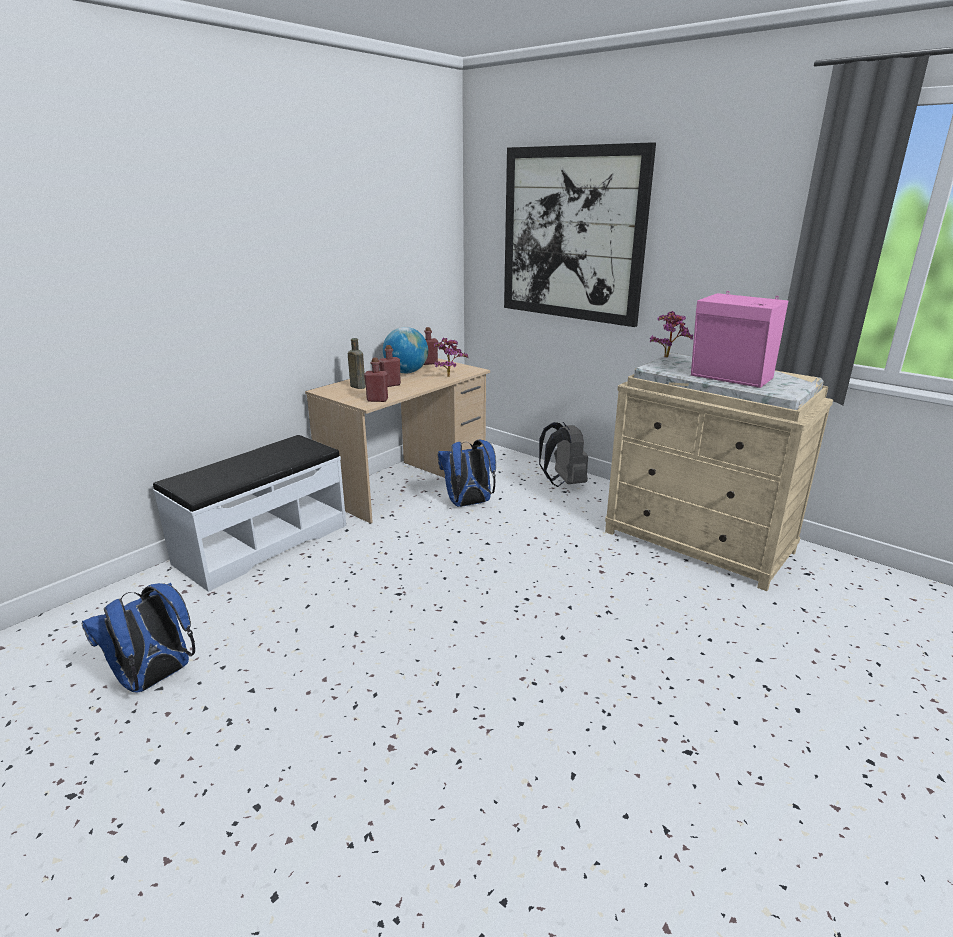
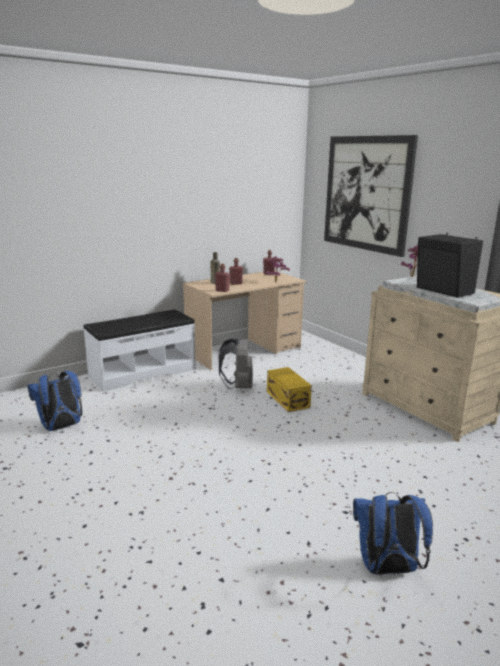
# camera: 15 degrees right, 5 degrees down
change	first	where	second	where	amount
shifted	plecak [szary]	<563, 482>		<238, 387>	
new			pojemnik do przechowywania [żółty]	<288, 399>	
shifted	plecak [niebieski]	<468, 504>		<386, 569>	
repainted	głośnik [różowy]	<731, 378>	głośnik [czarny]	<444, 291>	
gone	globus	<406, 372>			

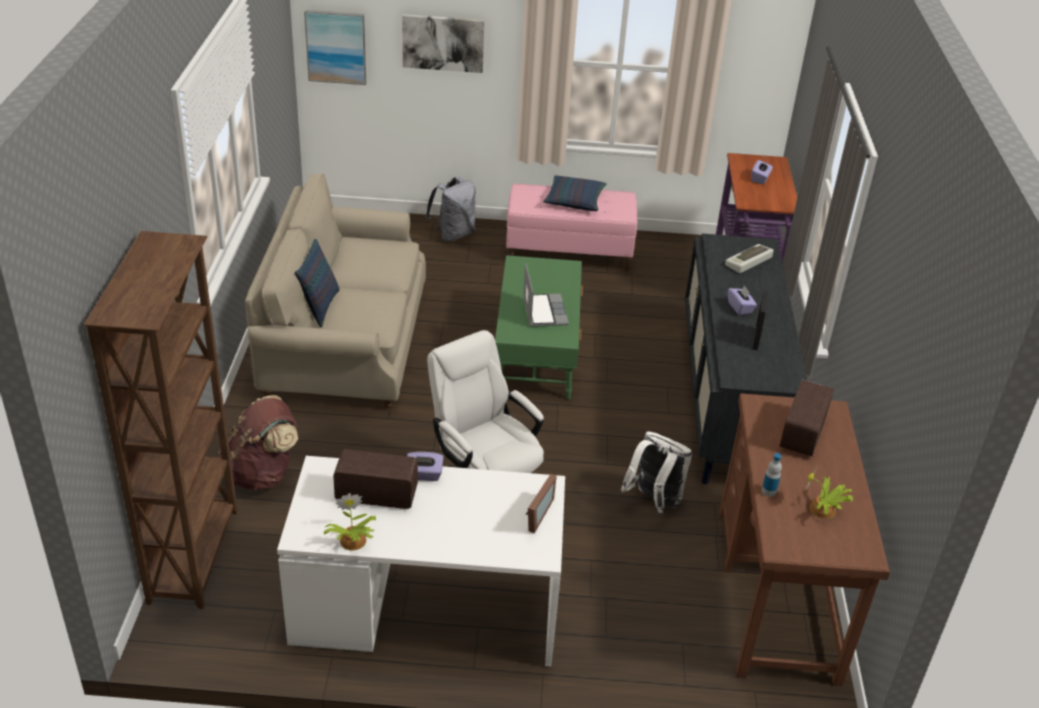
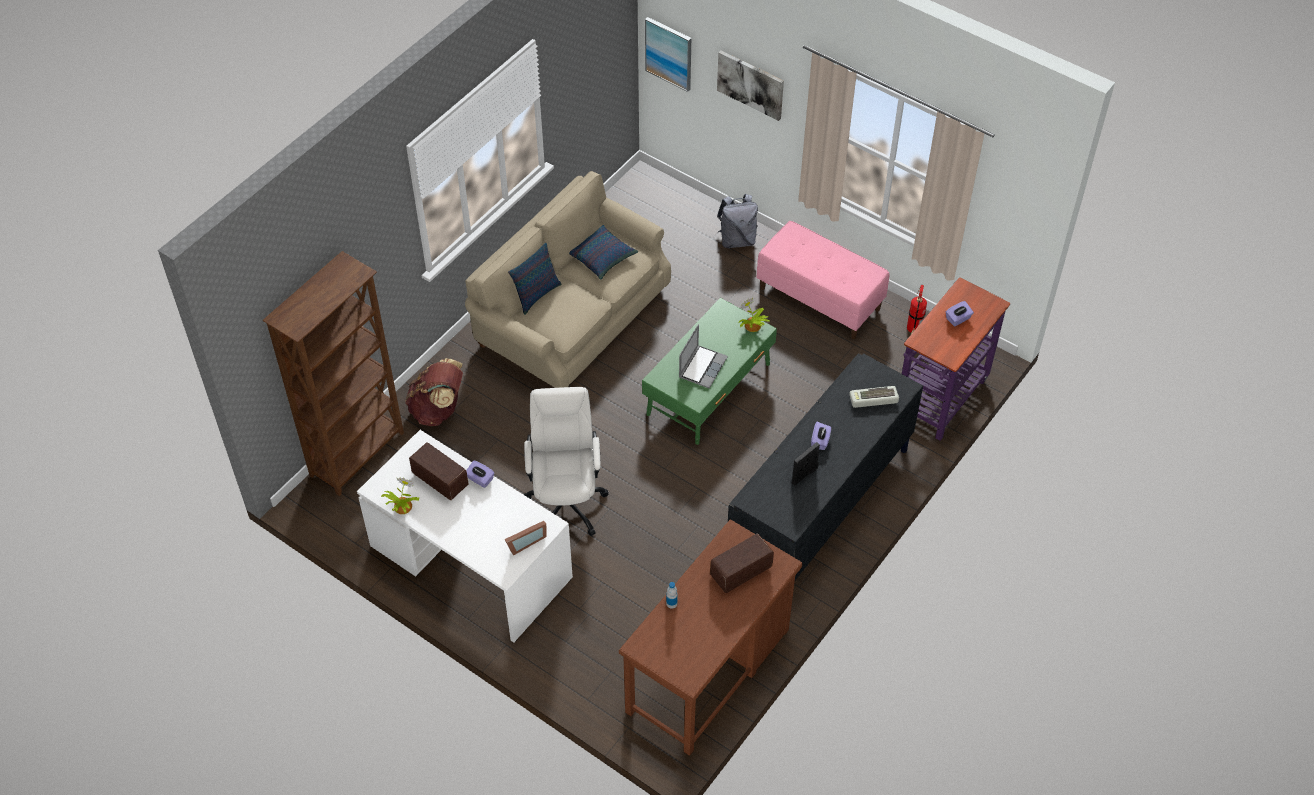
# camera: 35 degrees right, 15 degrees up
change	first	where	second	where	amount
shifted	poduszka [niebieski]	<574, 200>		<602, 257>	
shifted	roślina doniczkowa	<823, 510>		<752, 326>	
new			gaśnica	<913, 331>	
gone	plecak [biały]	<654, 501>			

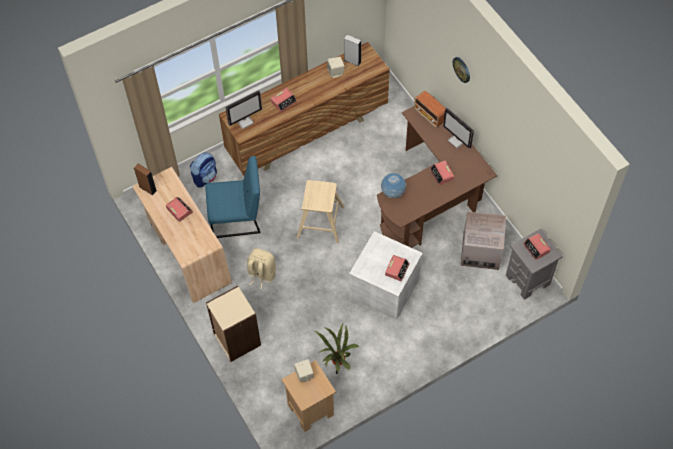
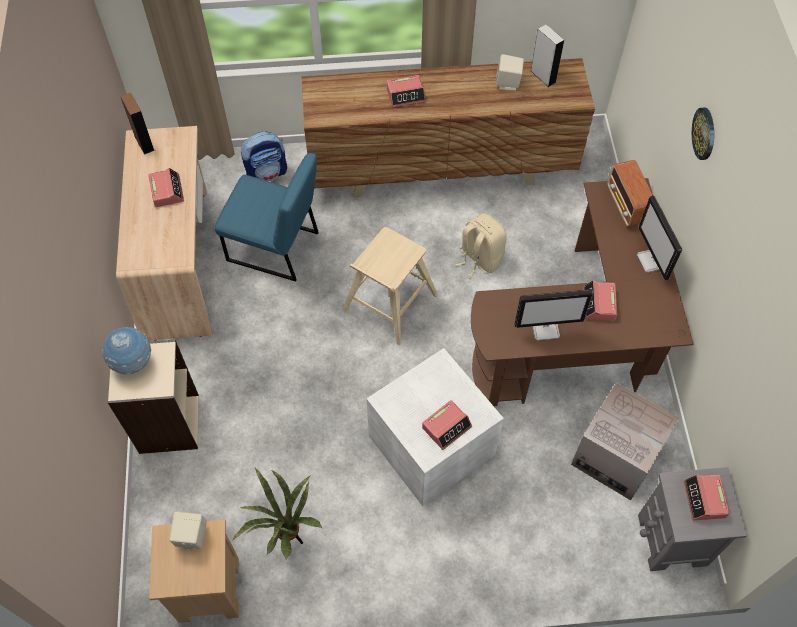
# camera: 25 degrees right, 0 degrees up
change	first	where	second	where	amount
shifted	globus	<393, 193>		<133, 362>	
shifted	plecak [beżowy]	<261, 274>		<479, 259>	
shifted	monitor	<245, 121>		<546, 328>	

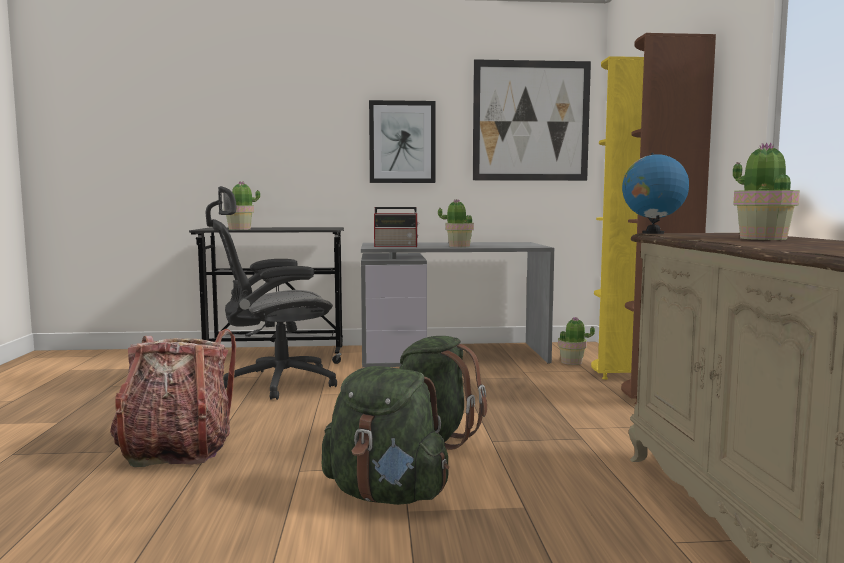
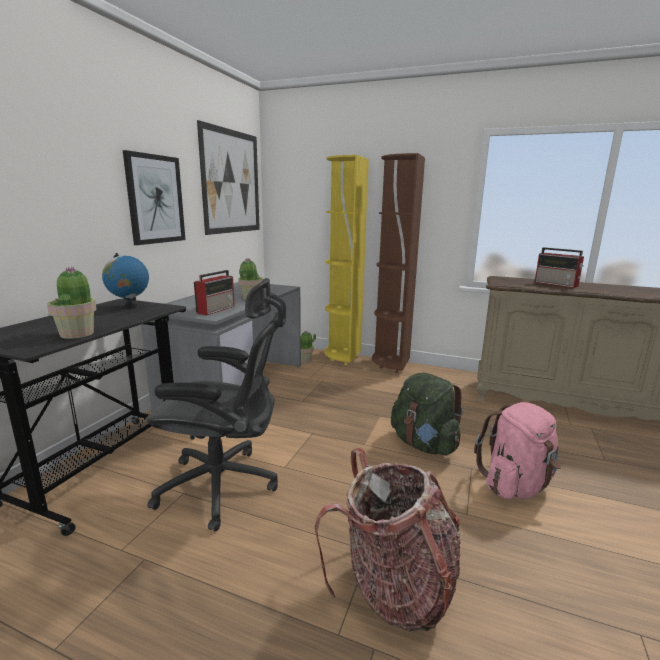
# camera: 65 degrees left, 10 degrees up
change	first	where	second	where	amount
shifted	globus	<652, 233>		<129, 307>	
rotated	krzesło biurowe	<275, 384>		<223, 486>	90 degrees counterclockwise
repainted	plecak [zielony]	<386, 495>	plecak [różowy]	<515, 485>	
swapped	roślina doniczkowa	<763, 238>	radio	<557, 284>	

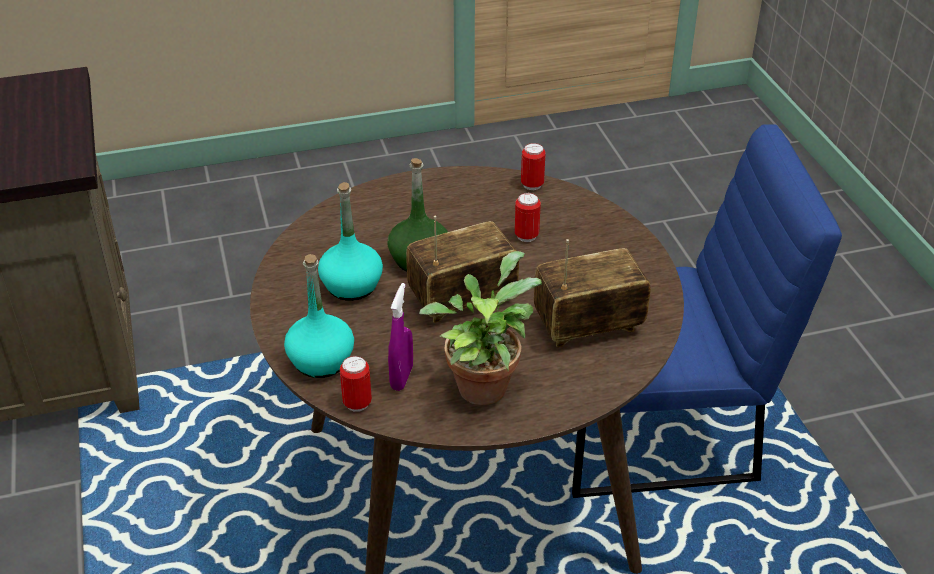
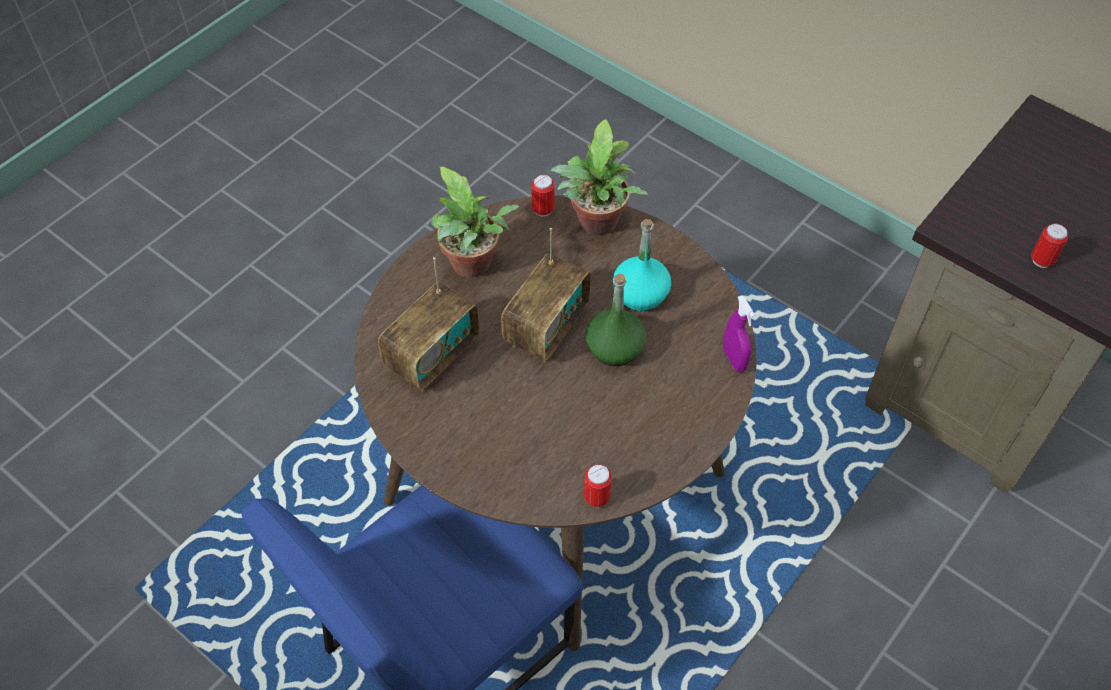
# camera: 145 degrees right, 15 degrees up
change	first	where	second	where	amount
swapped	butelka [turkusowy]	<321, 361>	roślina doniczkowa	<596, 225>	
shifted	spryskiwacz [fioletowy]	<401, 377>		<734, 360>	
shifted	puszka	<526, 236>		<1041, 260>	

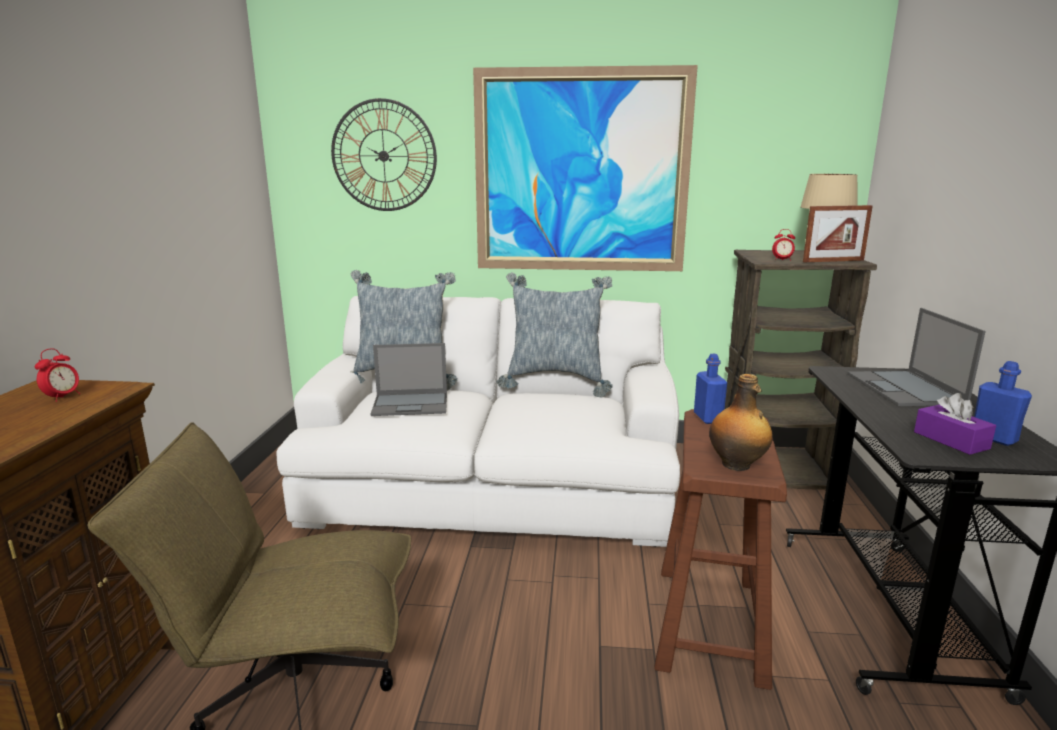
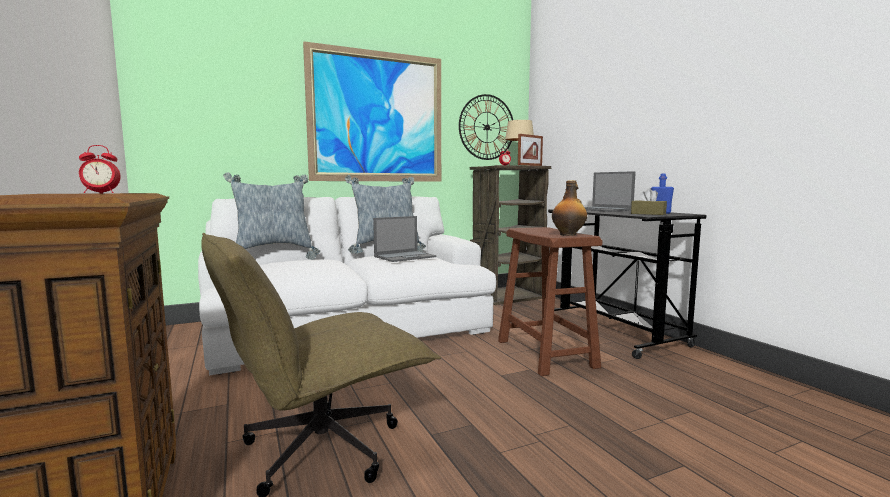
# camera: 30 degrees left, 10 degrees down
change	first	where	second	where	amount
rotated	budzik	<63, 397>		<101, 193>	75 degrees clockwise
shifted	laptop	<411, 404>		<405, 256>	
shifted	zegar ścienny	<383, 156>		<487, 127>	
repainted	pudełko chusteczek [fioletowy]	<951, 440>	pudełko chusteczek [brązowy]	<648, 214>	
gone	butelka [niebieski]	<708, 418>			

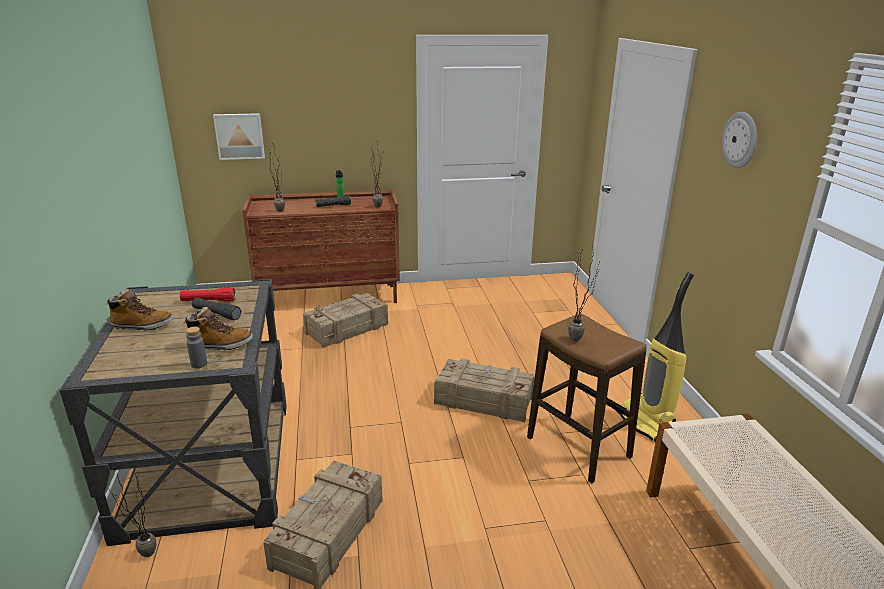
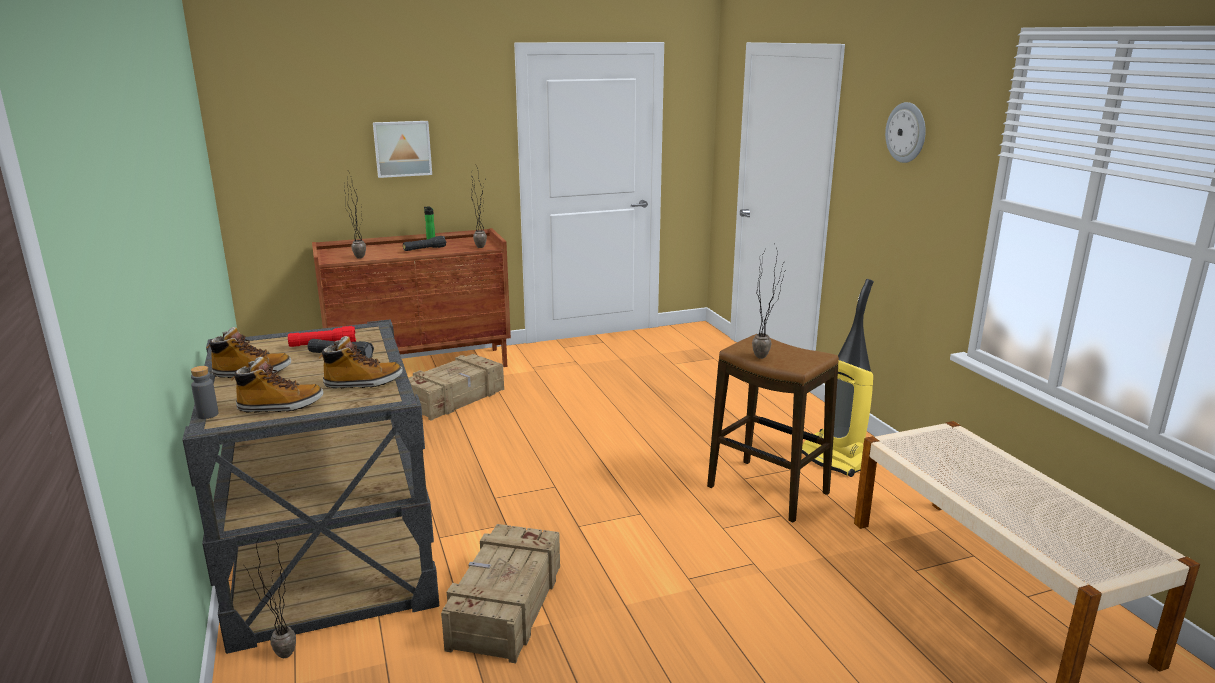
# camera: 10 degrees left, 5 degrees down
change	first	where	second	where	amount
shifted	butelka [szary]	<199, 364>		<208, 415>	
new			but z cholewką	<280, 406>	
shifted	obraz	<239, 136>		<402, 148>	
gone	skrzynka	<483, 400>			

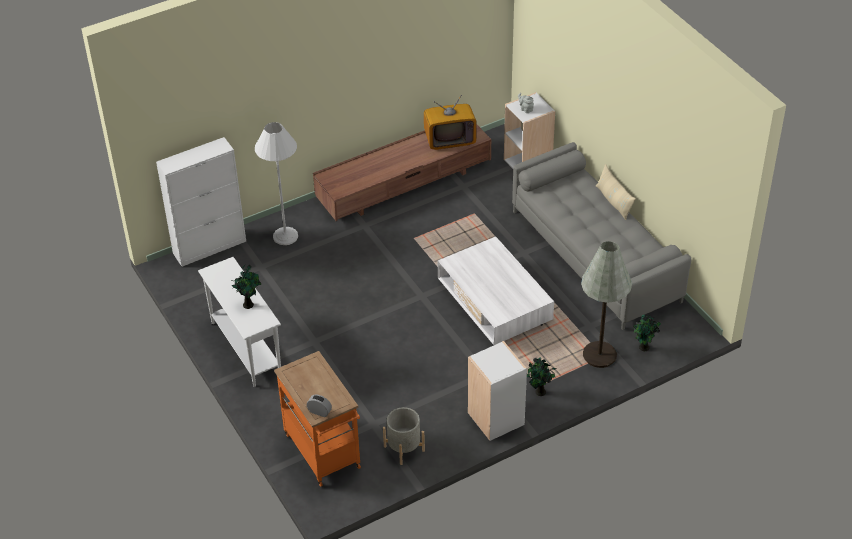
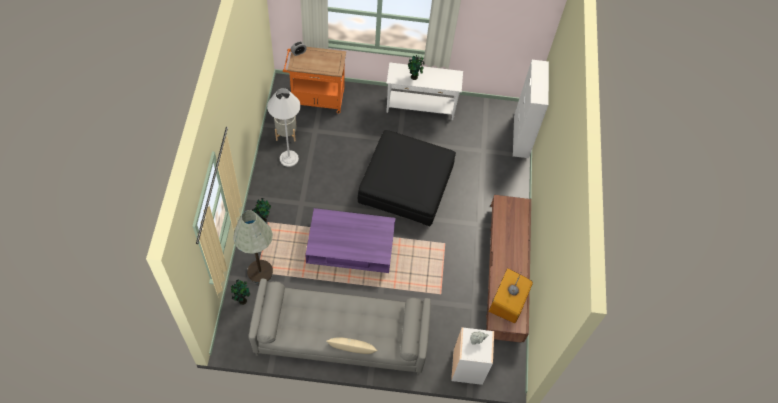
# camera: 120 degrees right, 15 degrees up
change	first	where	second	where	amount
shifted	lampa stojąca [biały]	<285, 236>		<289, 158>	
repainted	ława [biały]	<494, 303>	ława [fioletowy]	<350, 247>	
new			pufa [czarny]	<406, 184>	
gone	regał	<495, 419>			

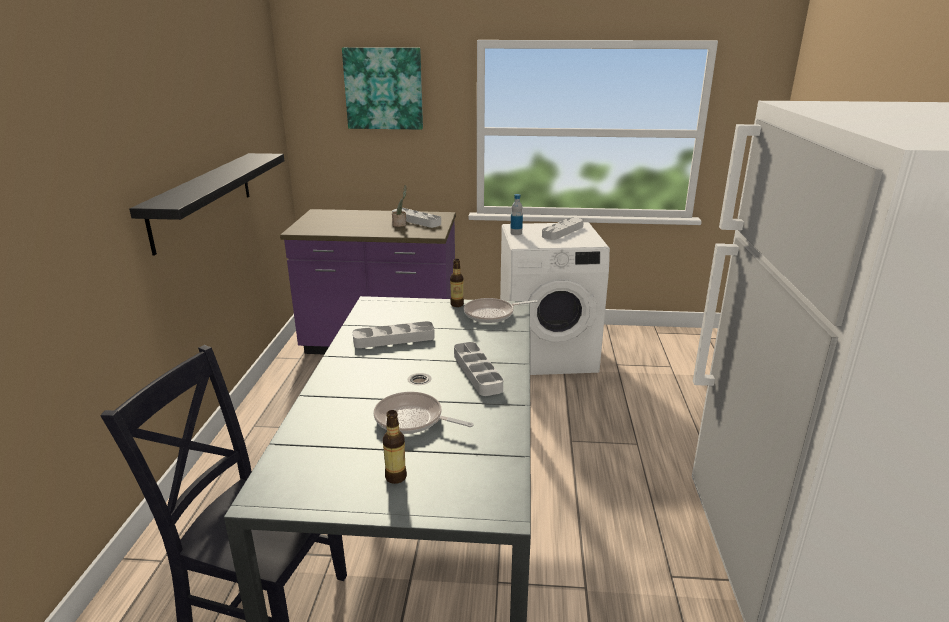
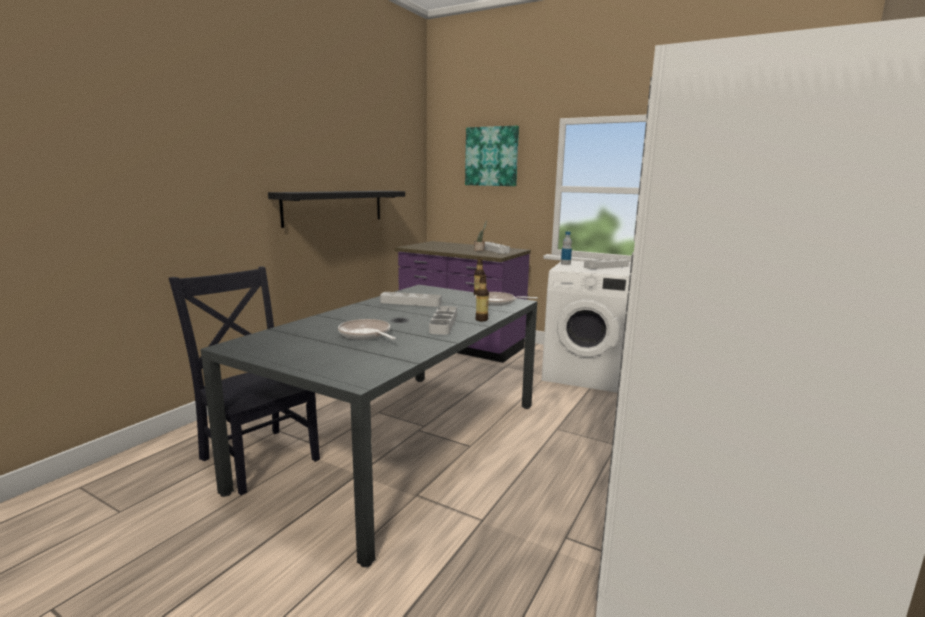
# camera: 25 degrees right, 10 degrees down
change	first	where	second	where	amount
shifted	butelka	<396, 477>		<481, 319>	

